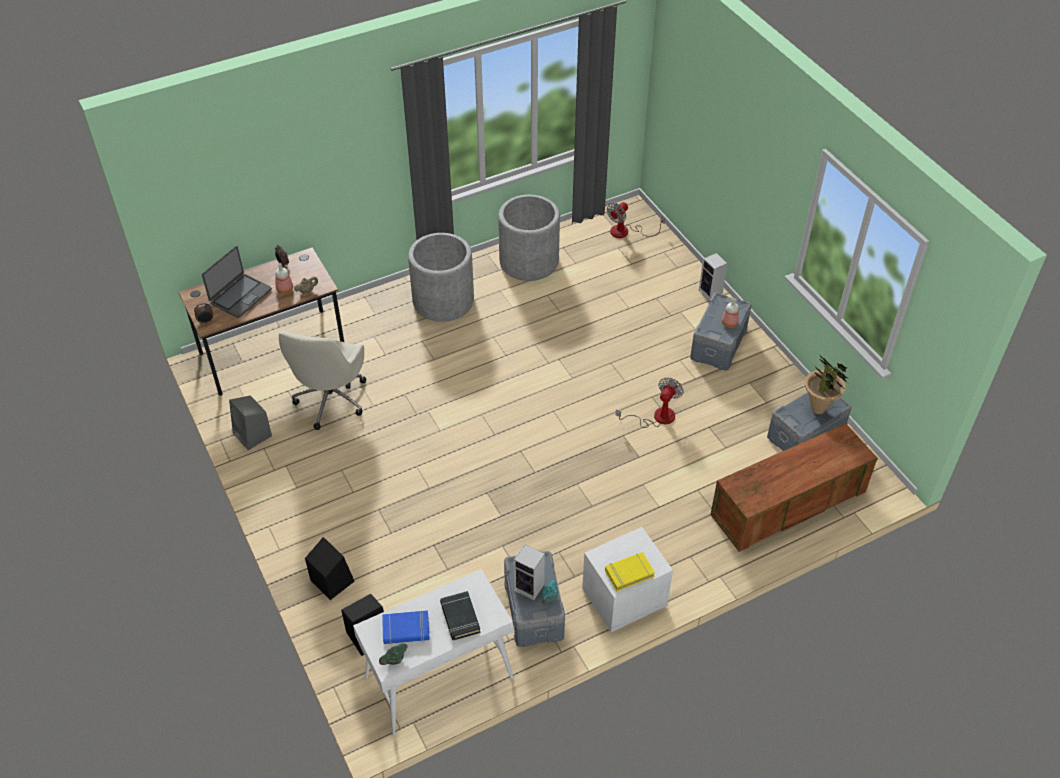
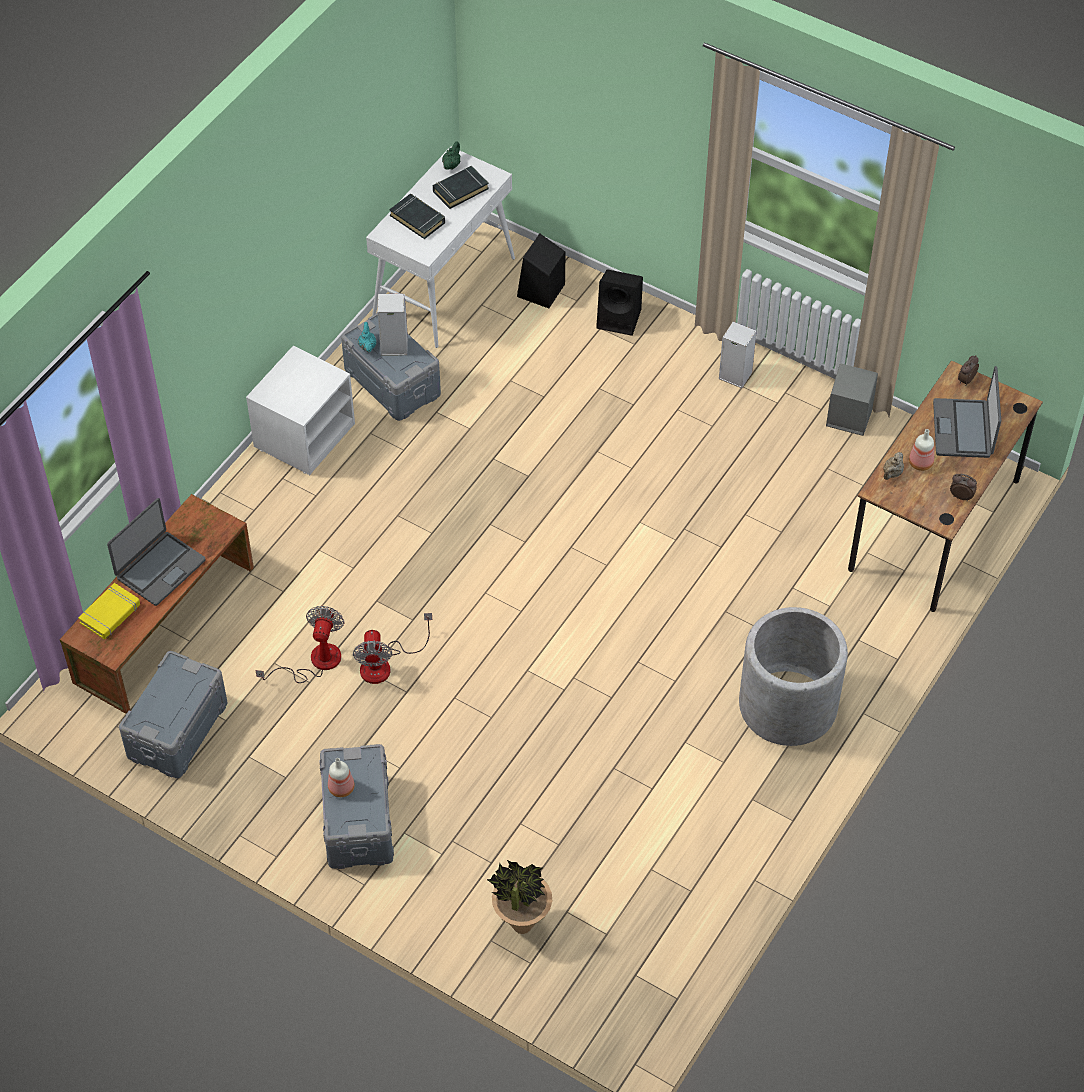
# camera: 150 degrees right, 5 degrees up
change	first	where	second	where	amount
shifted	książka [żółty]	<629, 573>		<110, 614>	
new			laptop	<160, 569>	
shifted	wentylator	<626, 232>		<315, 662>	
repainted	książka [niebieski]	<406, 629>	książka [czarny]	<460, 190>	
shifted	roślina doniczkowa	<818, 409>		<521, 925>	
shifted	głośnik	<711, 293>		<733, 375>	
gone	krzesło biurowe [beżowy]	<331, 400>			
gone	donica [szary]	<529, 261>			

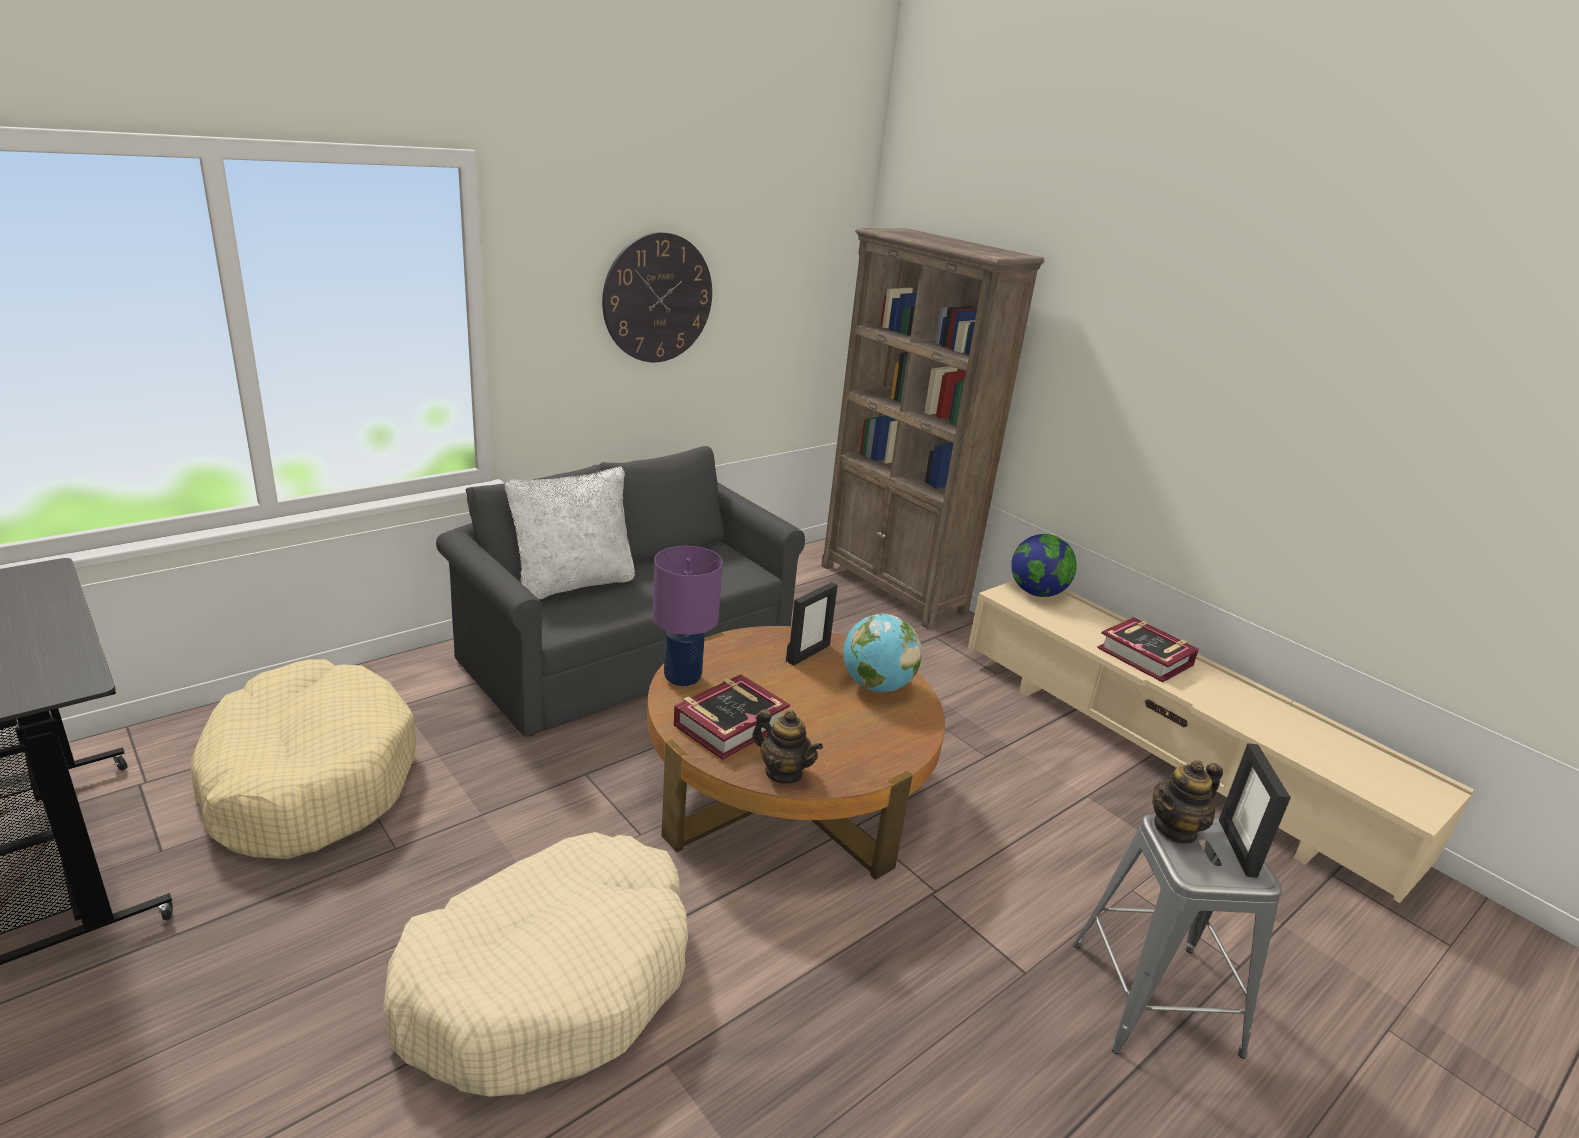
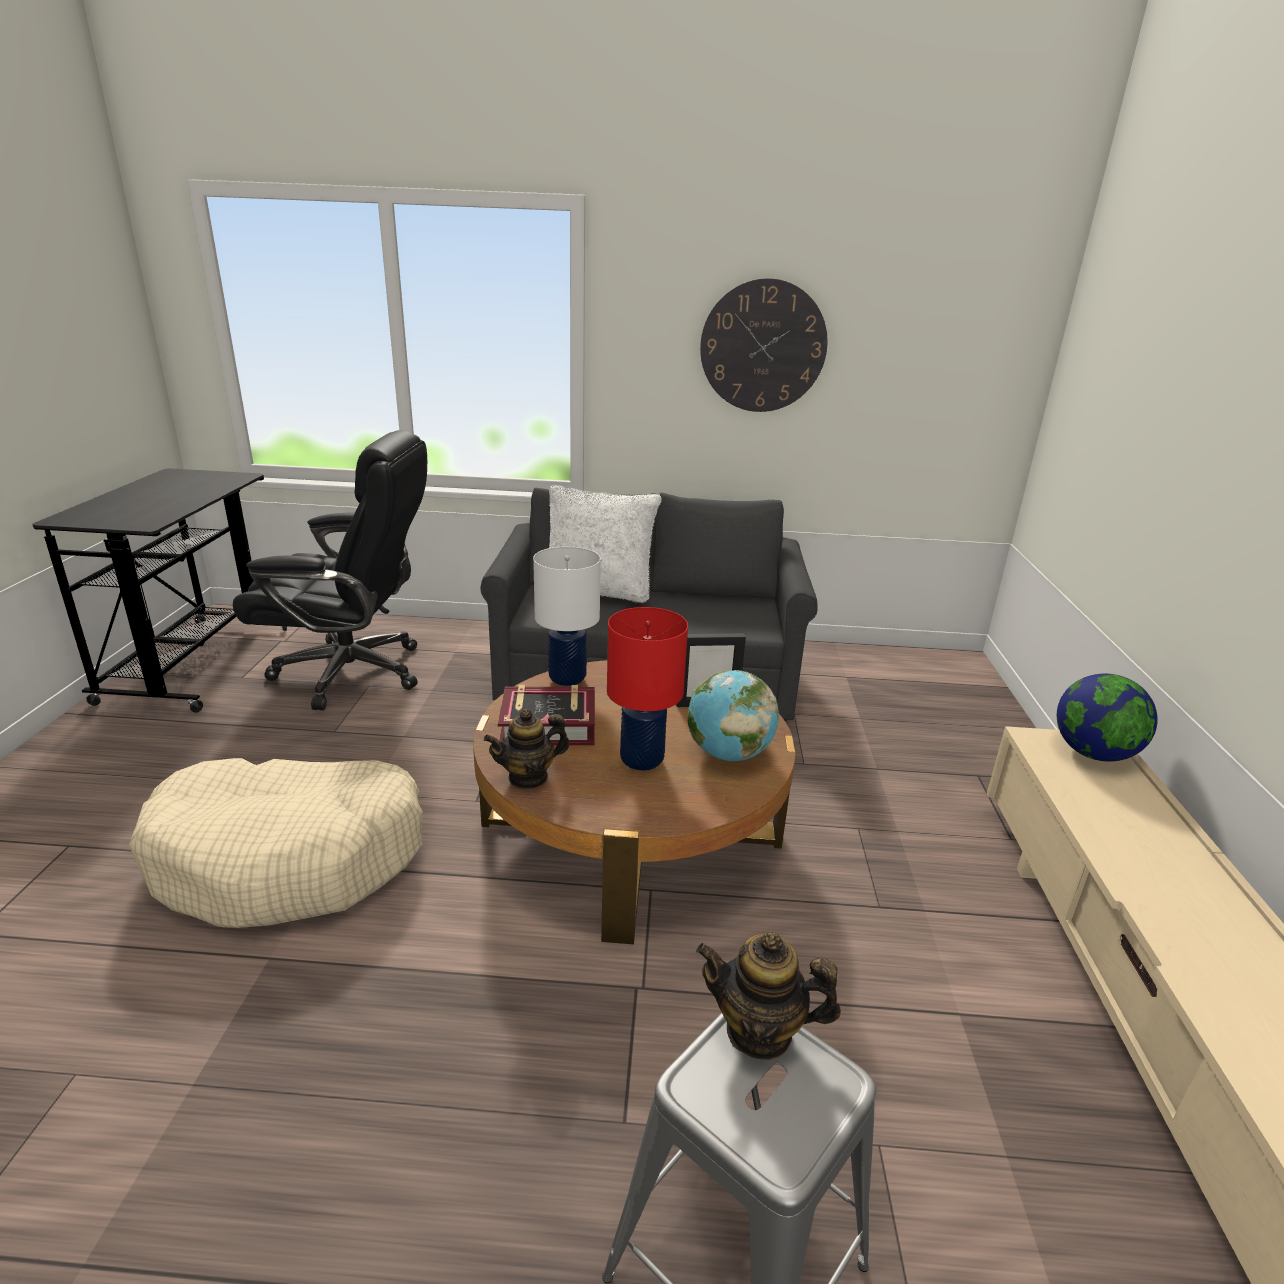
# camera: 45 degrees right, 0 degrees up
change	first	where	second	where	amount
swapped	legowisko [beżowy]	<309, 779>	krzesło biurowe [czarny]	<351, 672>	
rotated	imbryk	<783, 772>		<528, 777>	75 degrees clockwise
repainted	lampa stołowa [fioletowy]	<682, 679>	lampa stołowa [biały]	<566, 680>	
new			lampa stołowa [czerwony]	<642, 762>	
gone	regał [brązowy]	<893, 589>			
gone	książka	<1145, 657>			
gone	ramka na zdjęcie	<1239, 848>			

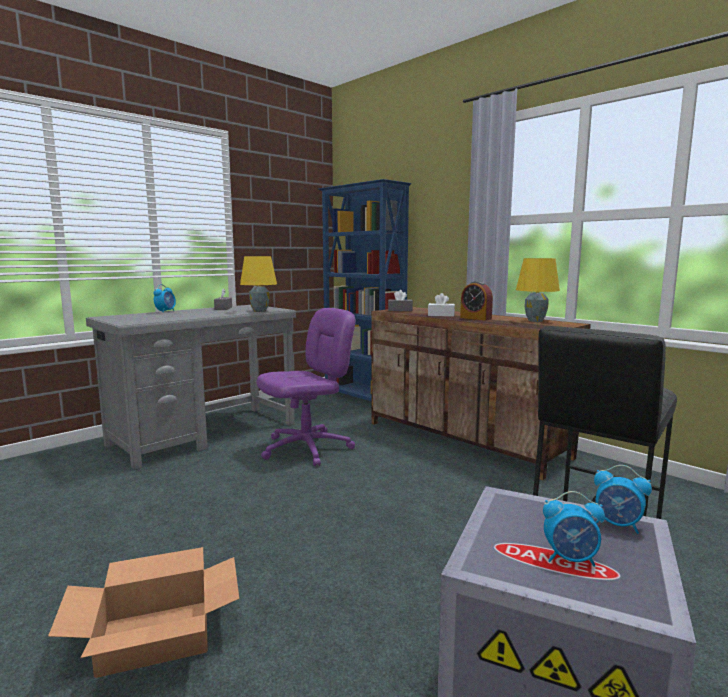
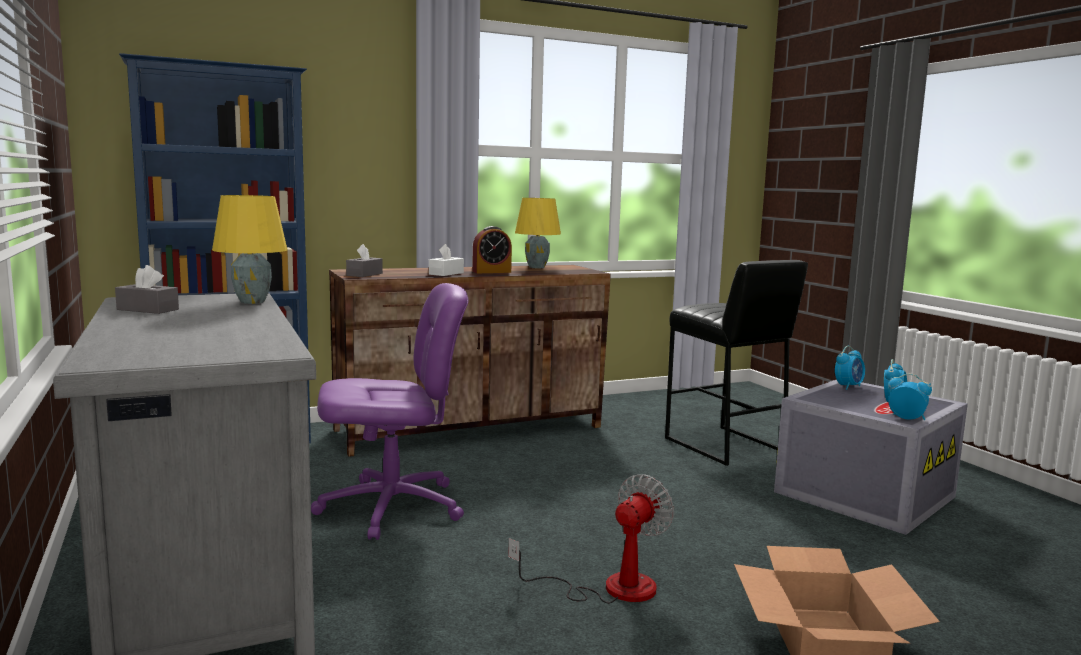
# camera: 70 degrees left, 0 degrees up
change	first	where	second	where	amount
rotated	krzesło biurowe [fioletowy]	<307, 448>		<392, 507>	90 degrees clockwise
new			wentylator	<610, 588>	
shifted	budzik	<166, 311>		<906, 418>	

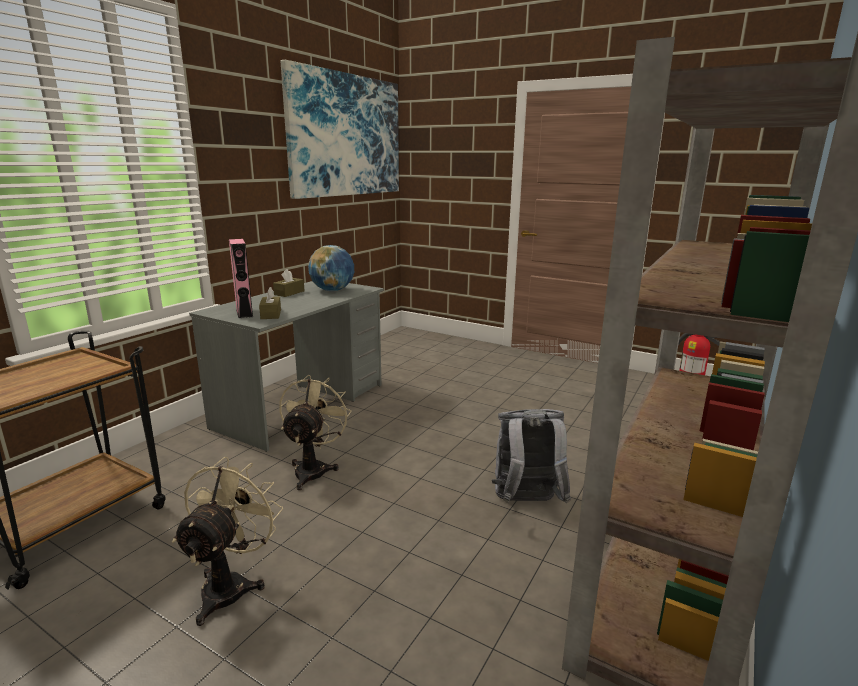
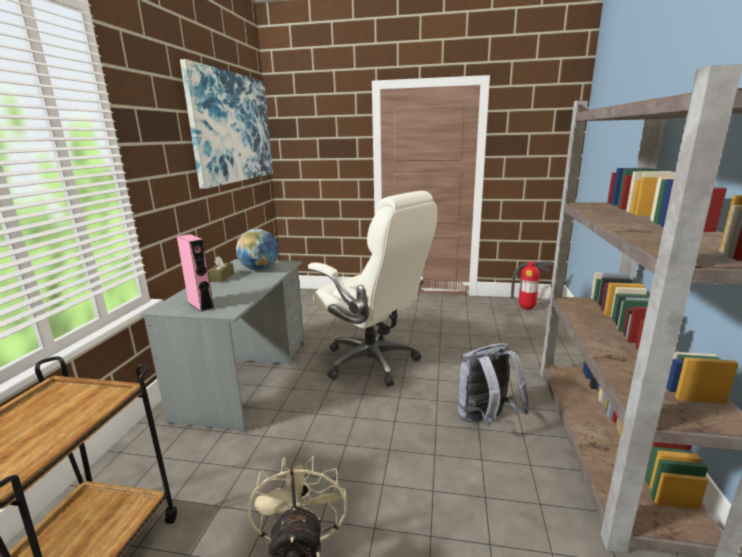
# camera: 20 degrees left, 0 degrees up
change	first	where	second	where	amount
new			krzesło biurowe [biały]	<372, 362>	
gone	pudełko chusteczek [brązowy]	<271, 314>			
gone	wentylator [beżowy]	<313, 469>			

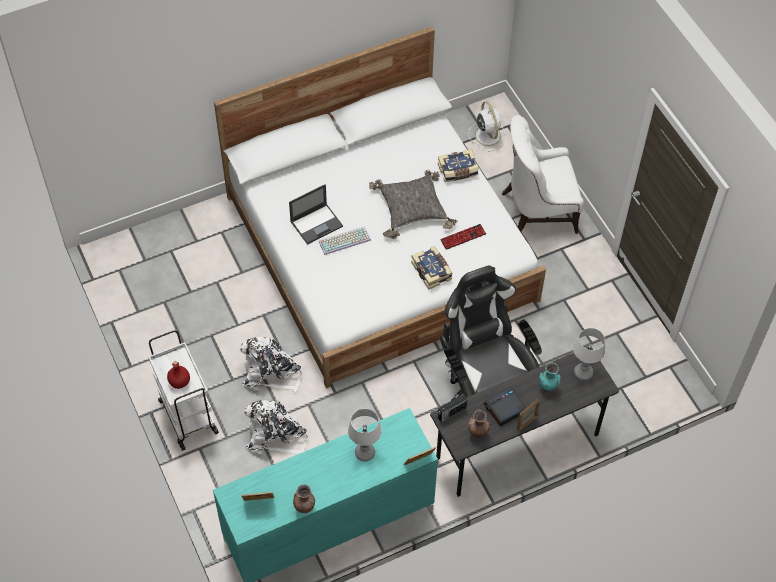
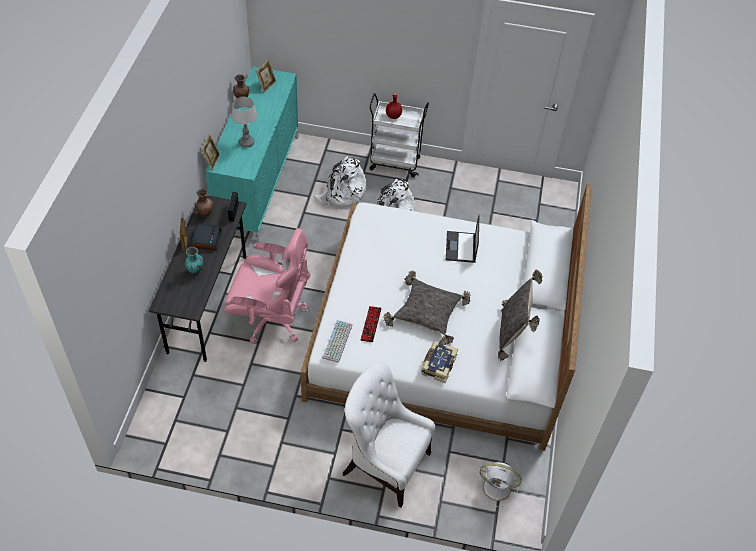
# camera: 125 degrees right, 5 degrees down
change	first	where	second	where	amount
repainted	krzesło biurowe [czarny]	<485, 385>	krzesło biurowe [różowy]	<269, 318>	
shifted	klawiatura	<345, 240>		<338, 342>	
rotated	fotel [biały]	<537, 212>		<384, 464>	90 degrees counterclockwise
new			poduszka	<513, 336>	
gone	książka	<432, 271>			
gone	lampa stołowa	<583, 373>			

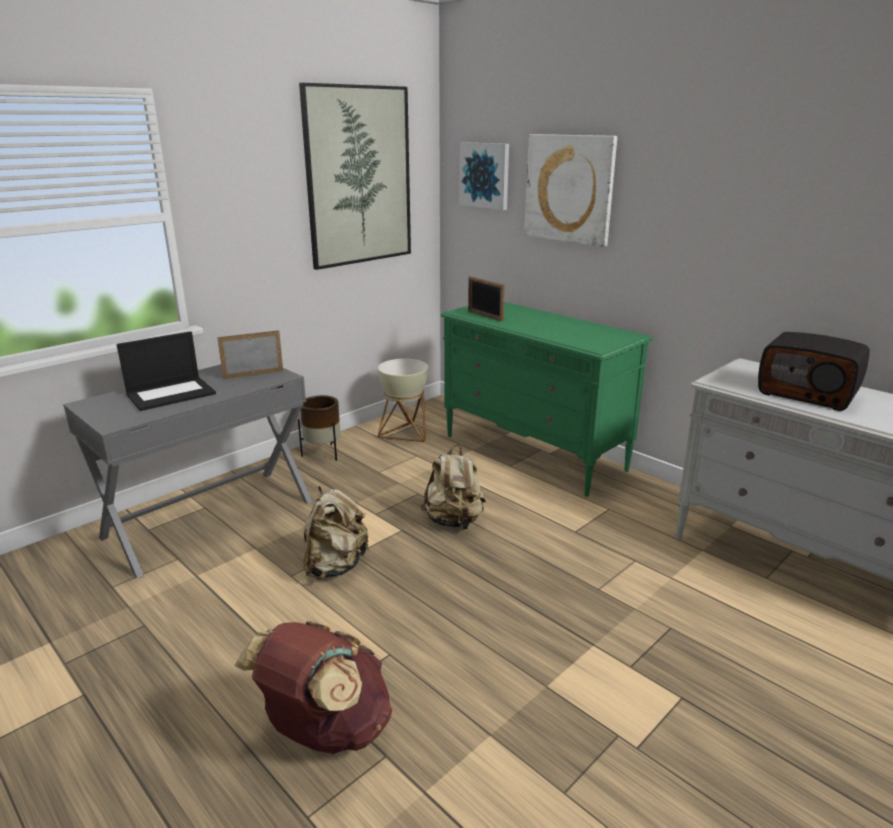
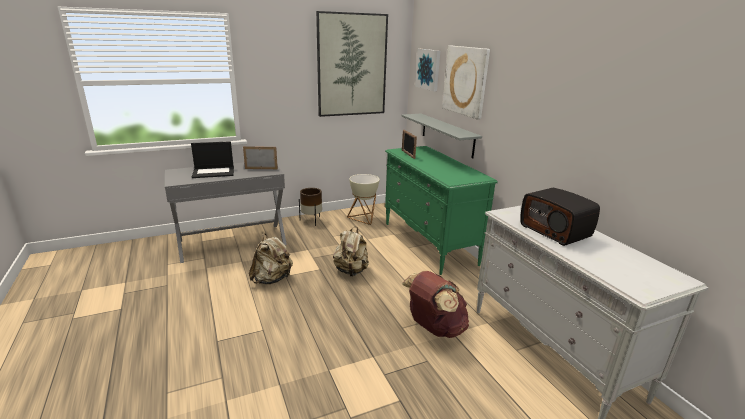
# camera: 20 degrees right, 0 degrees up
change	first	where	second	where	amount
new			półka [szary]	<447, 134>	
shifted	plecak [brązowy]	<324, 731>		<434, 328>	

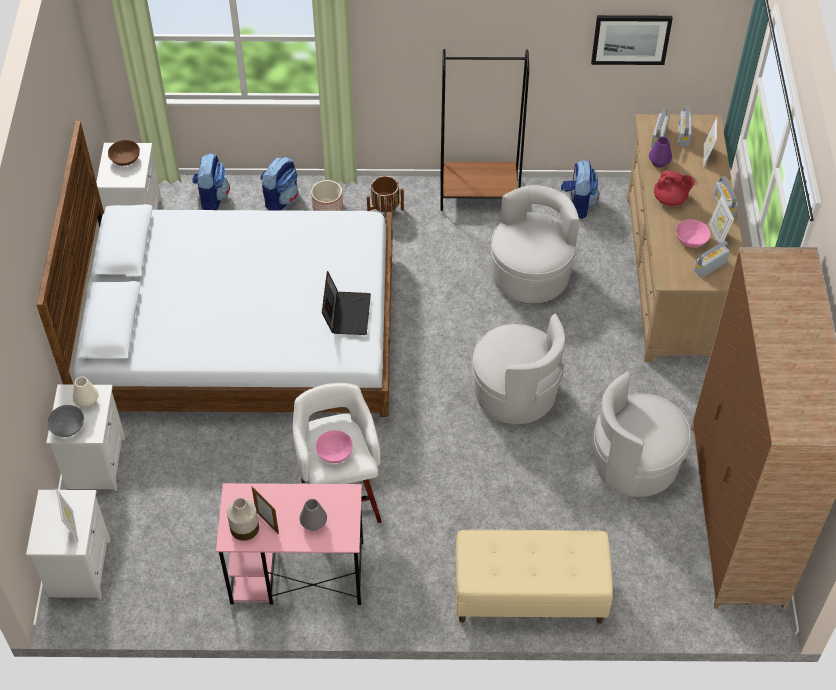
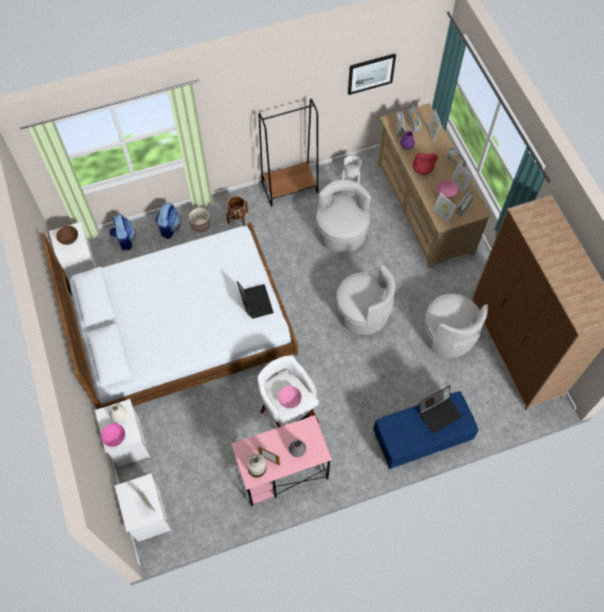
# camera: 20 degrees left, 10 degrees up
change	first	where	second	where	amount
repainted	miska [szary]	<68, 427>	miska [różowy]	<115, 437>	
swapped	plecak	<578, 204>	donica [biały]	<351, 177>	
repainted	ławka [beżowy]	<529, 595>	ławka [niebieski]	<421, 438>	
new			laptop	<439, 413>	
rotated	fotel [biały]	<636, 463>		<448, 335>	90 degrees counterclockwise
new			ramka na zdjęcie	<442, 215>	

